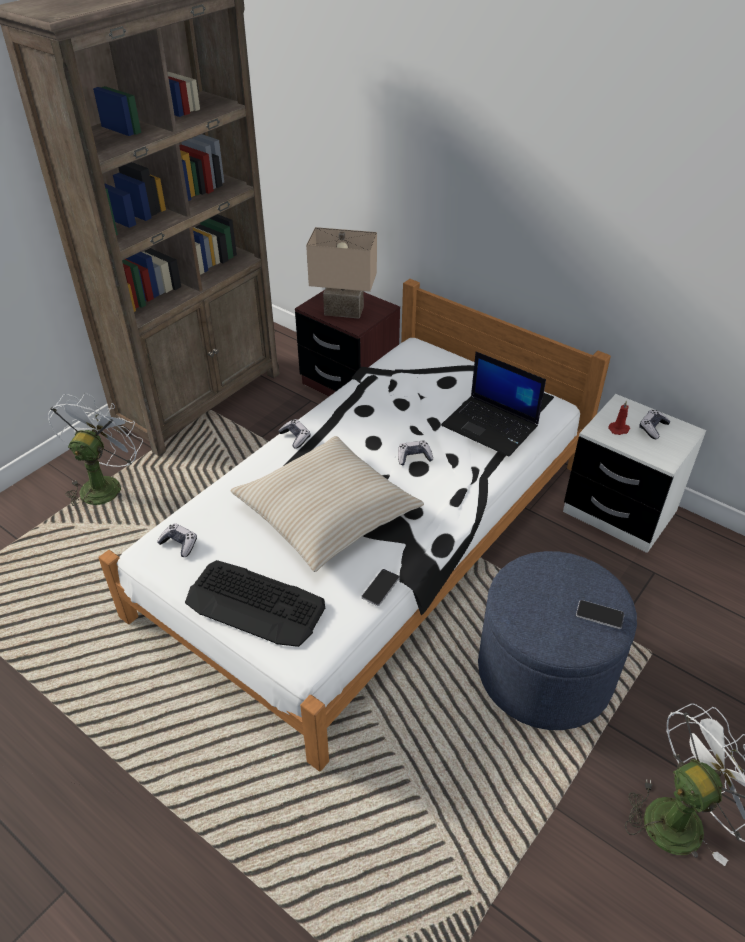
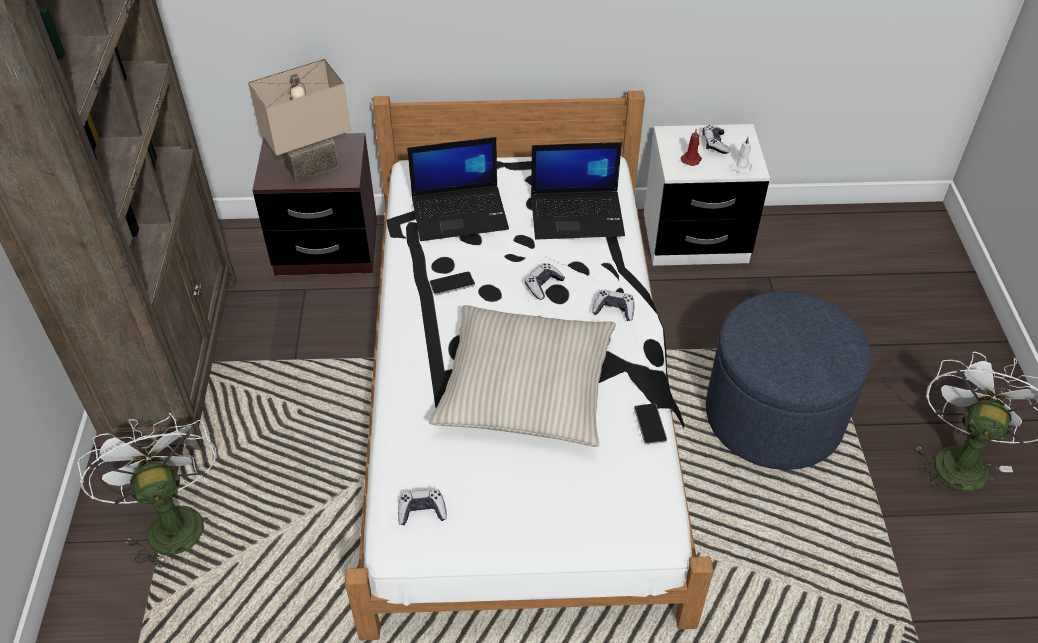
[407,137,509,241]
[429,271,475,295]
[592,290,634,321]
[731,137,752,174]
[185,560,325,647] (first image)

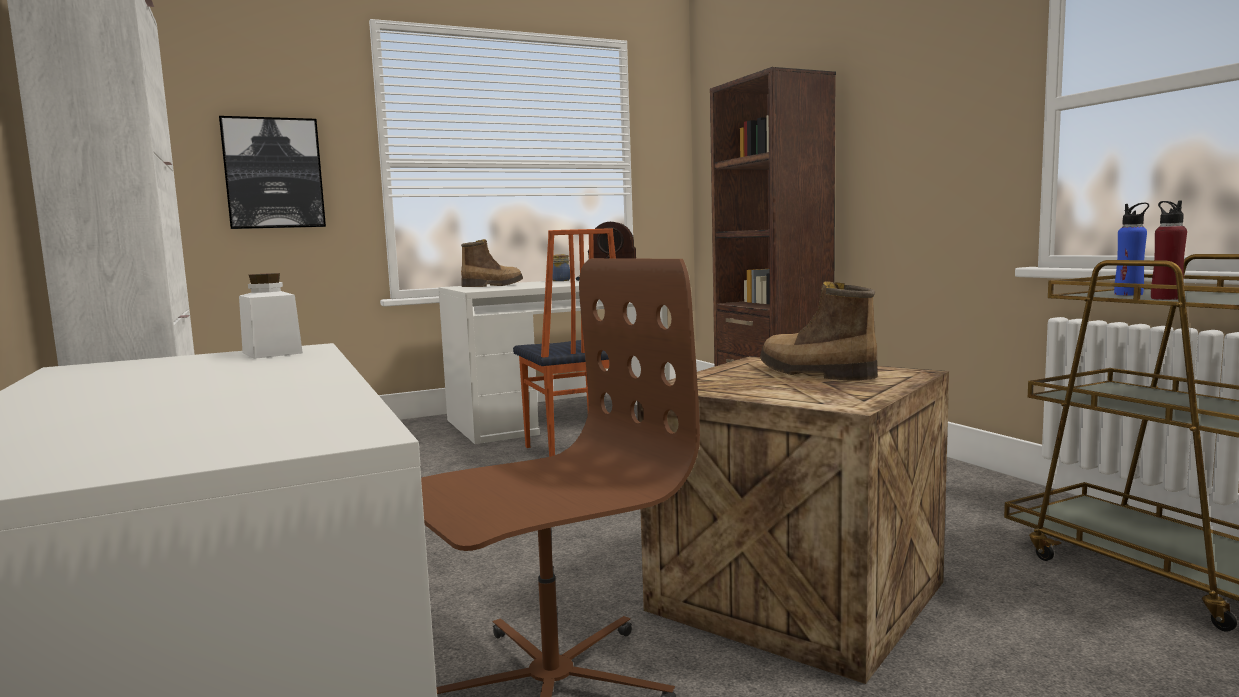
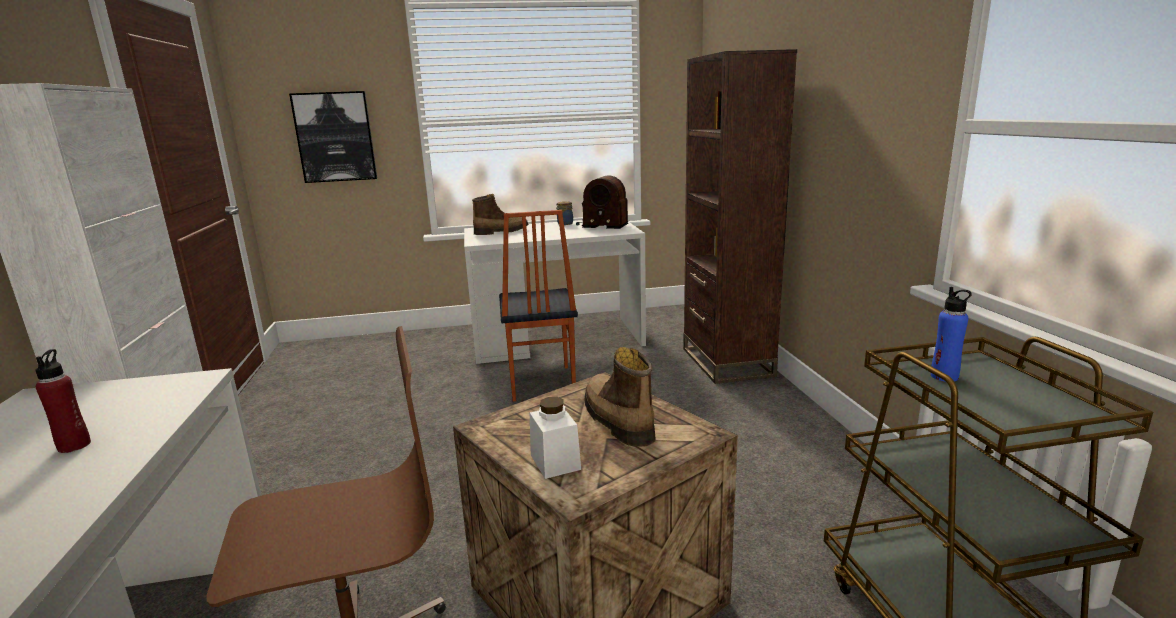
[35,349,91,453]
[530,397,581,479]

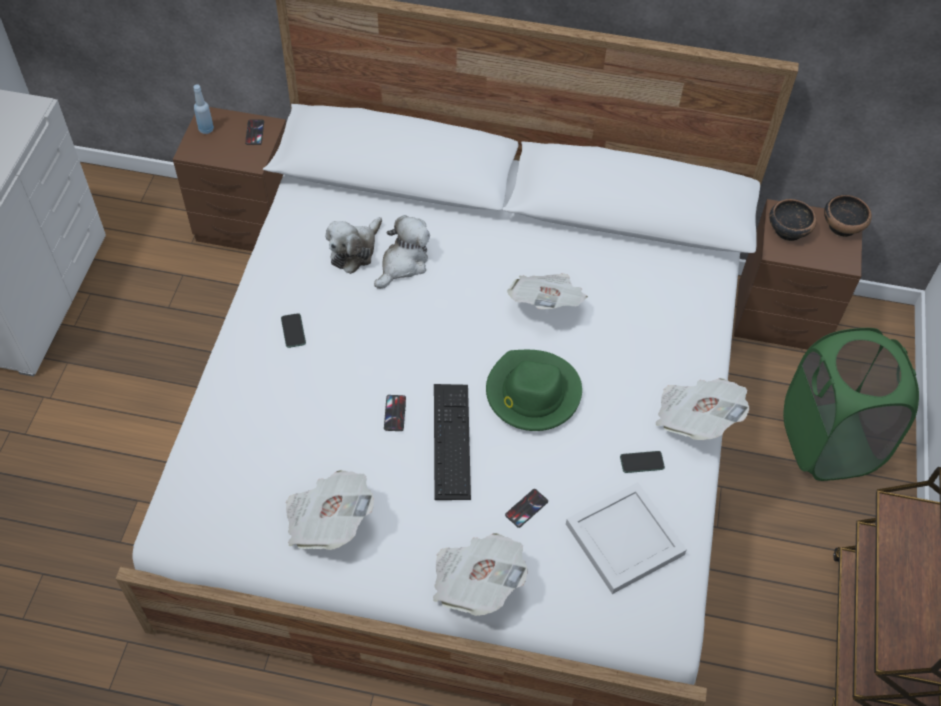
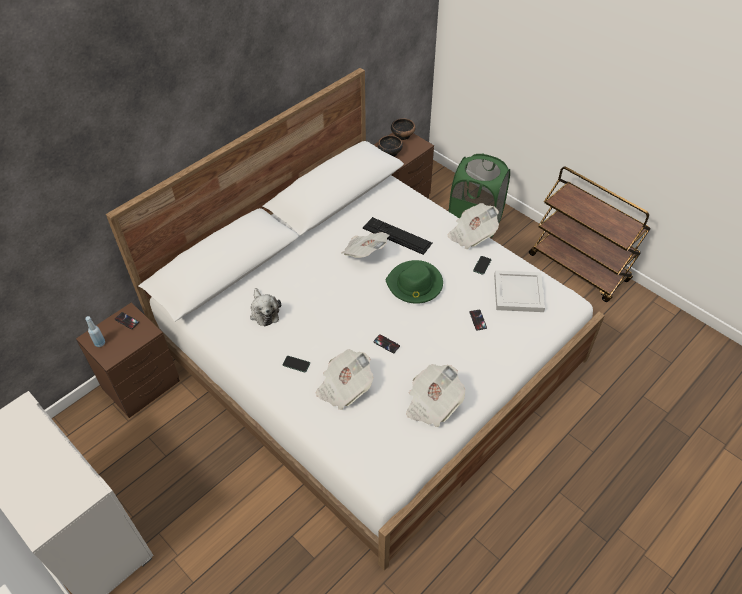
[316,349,373,410]
[363,217,432,255]
[374,215,430,289] (first image)

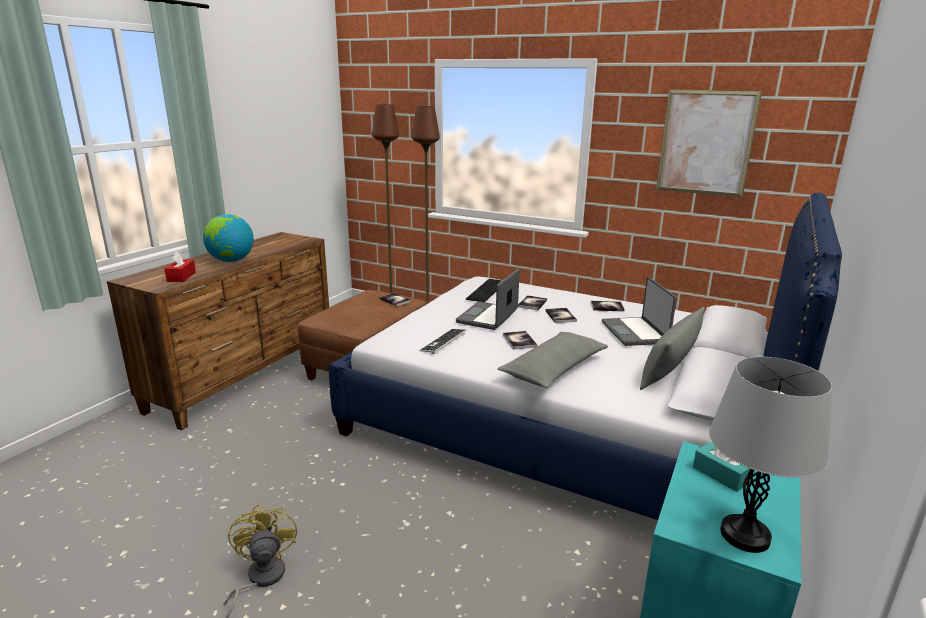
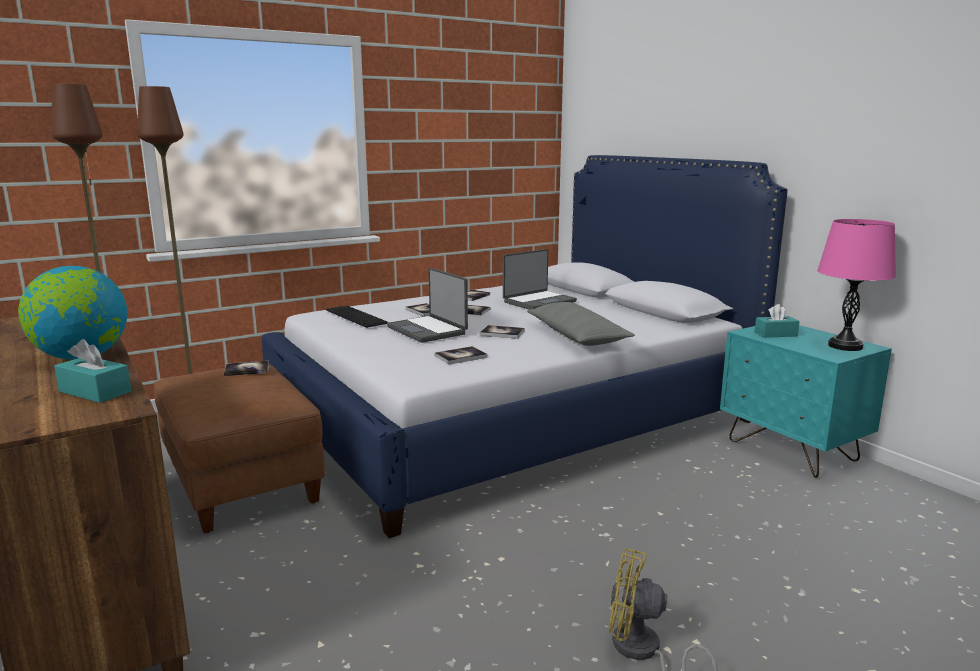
[54,339,131,403]
[435,346,487,365]
[503,249,577,310]
[817,219,896,351]
[640,307,705,390] (first image)
[656,89,762,197] (first image)

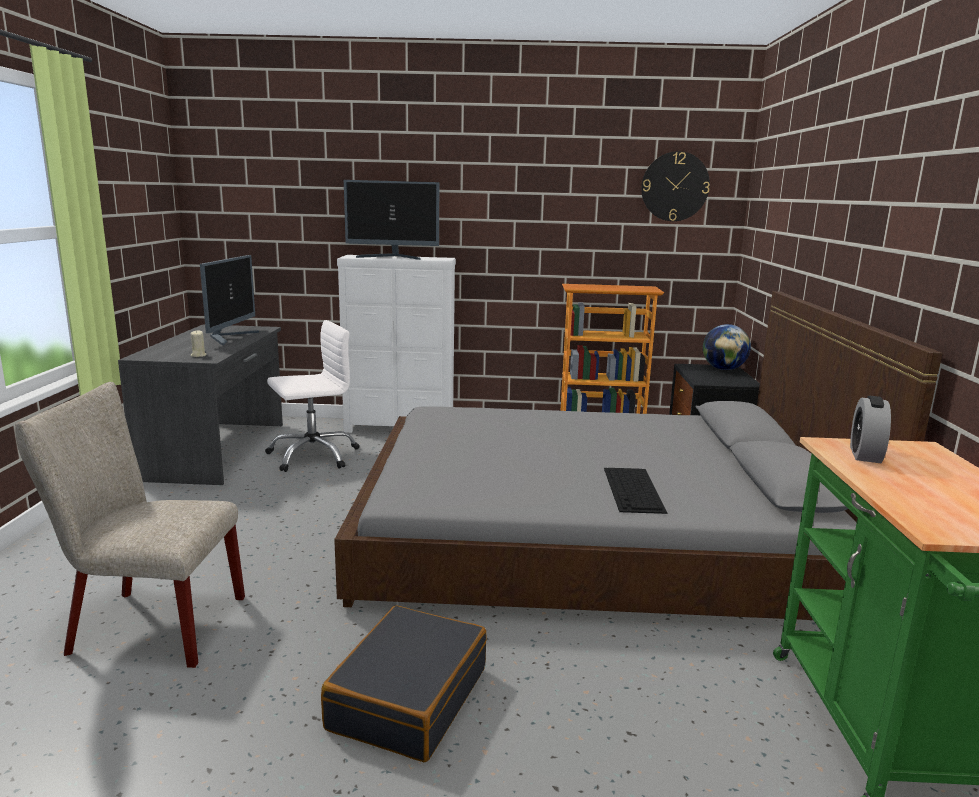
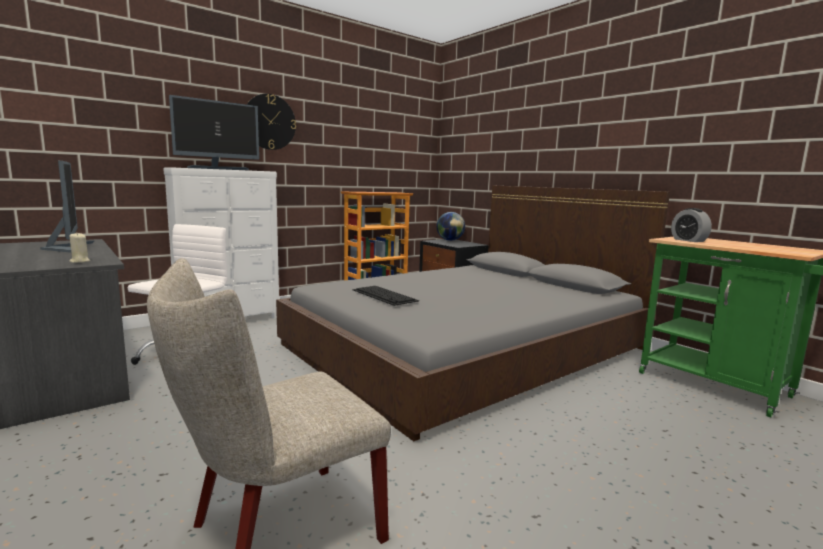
[247,94,296,150]
[352,286,419,306]
[321,605,487,762] (first image)

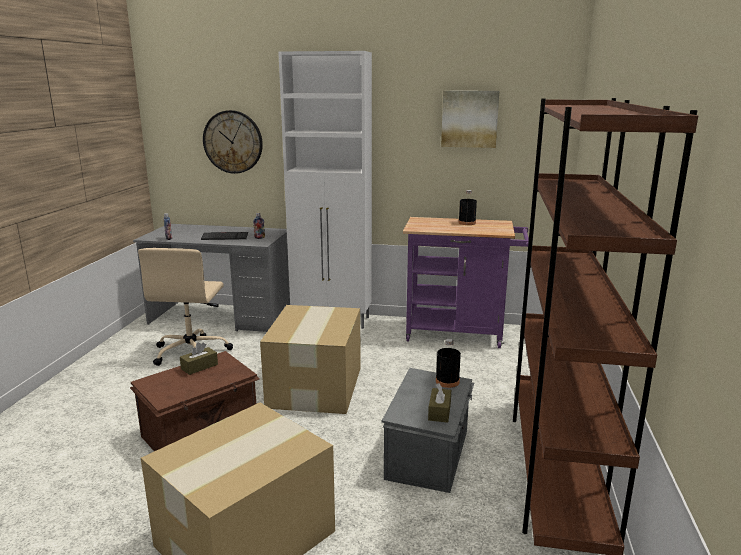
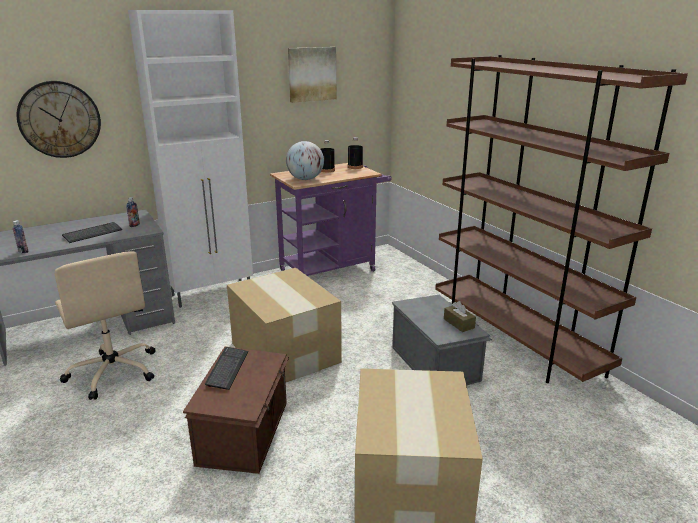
[205,347,248,390]
[286,141,324,180]
[348,137,363,169]

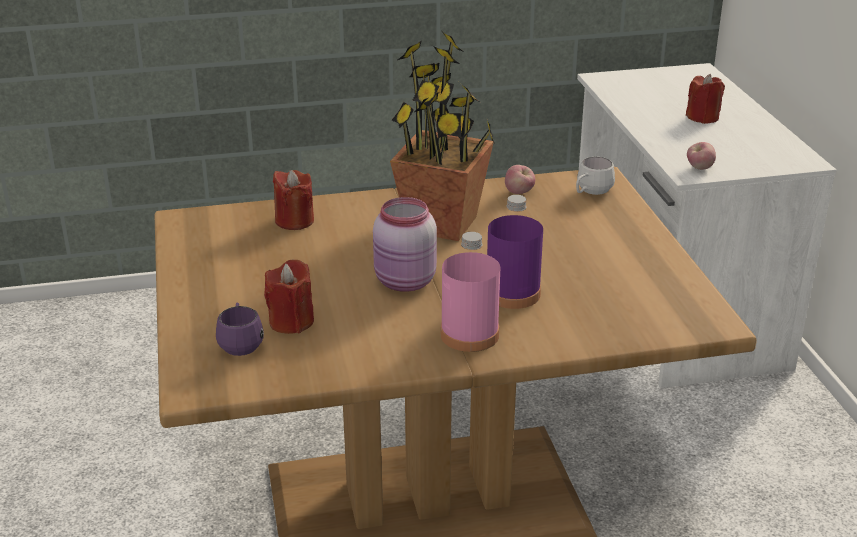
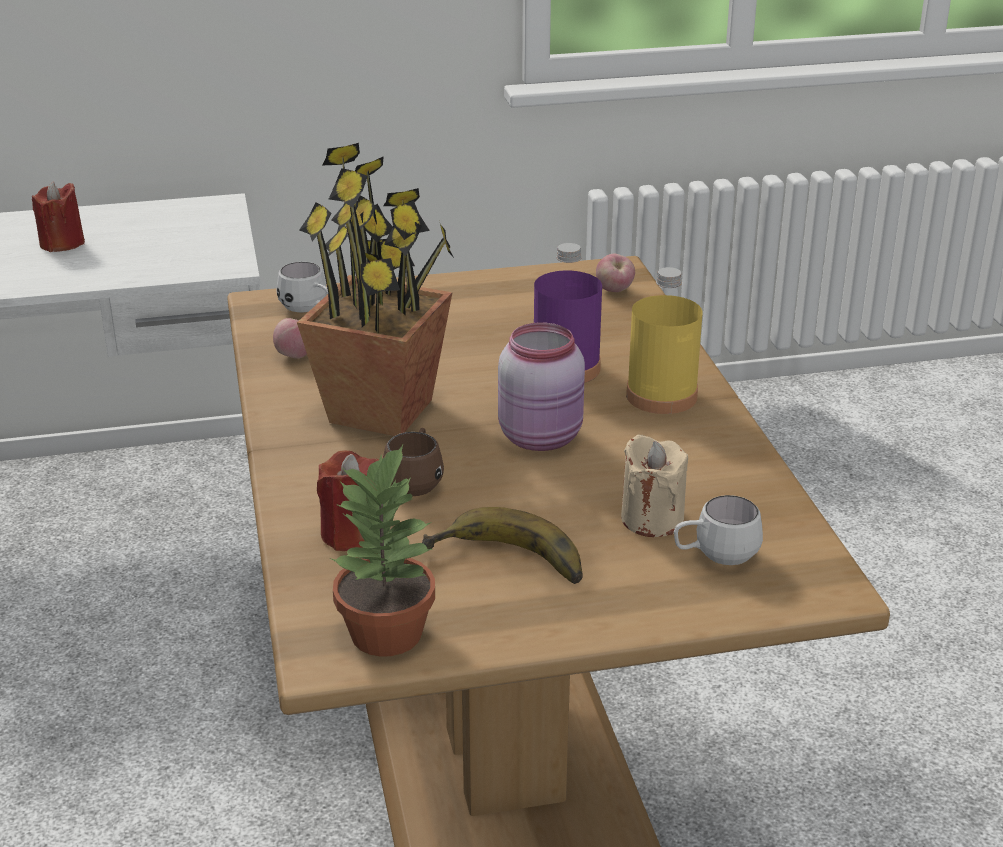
[330,445,435,657]
[383,428,444,496]
[422,507,583,584]
[596,254,635,292]
[621,434,688,537]
[626,267,703,414]
[674,495,763,565]

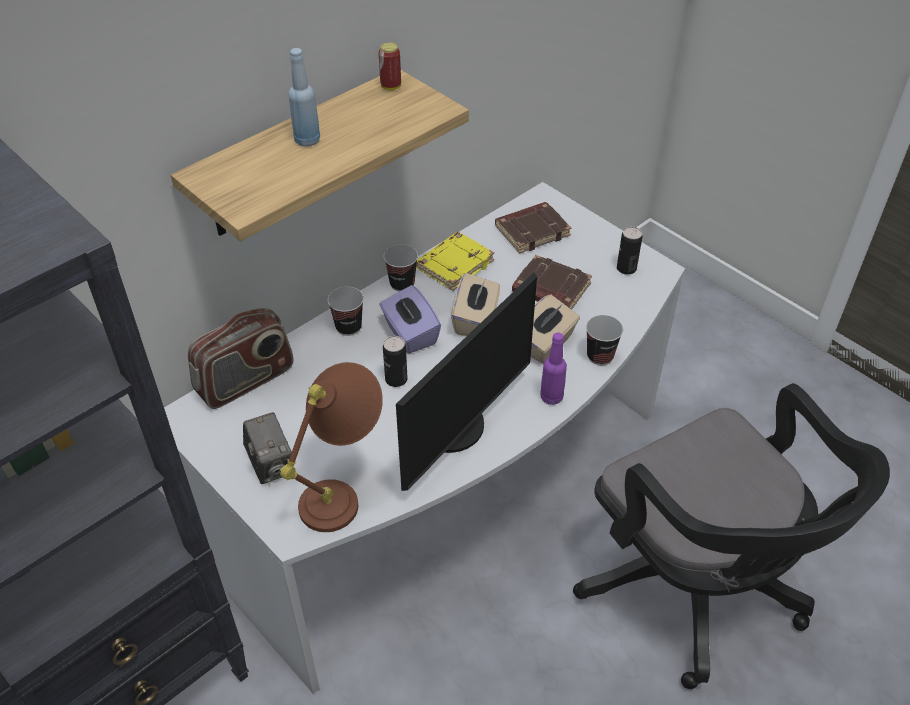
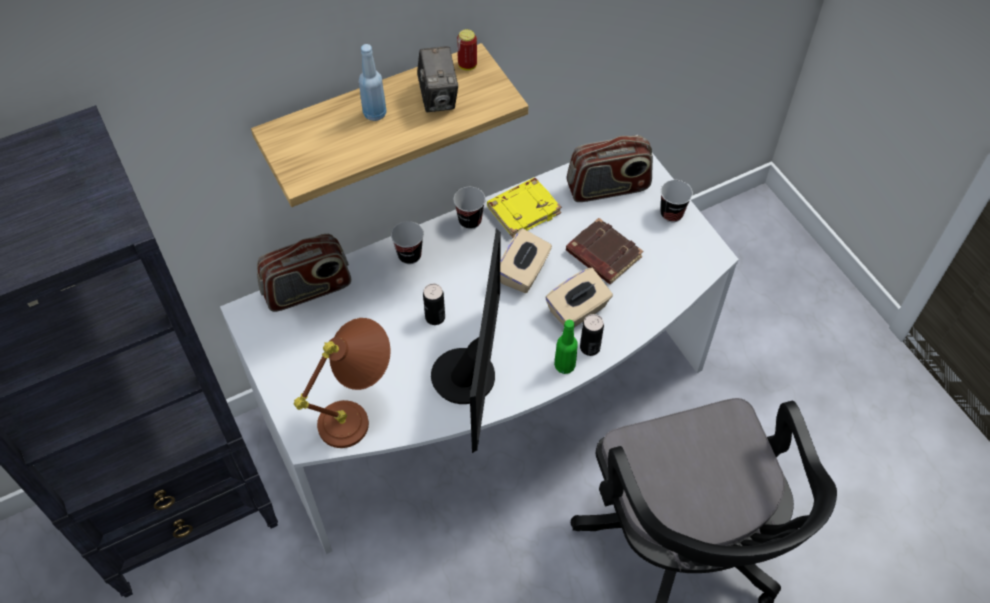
[417,46,458,112]
[431,229,501,453]
[554,320,578,374]
[567,135,653,202]
[580,314,604,356]
[661,180,693,222]
[380,285,441,354] (first image)

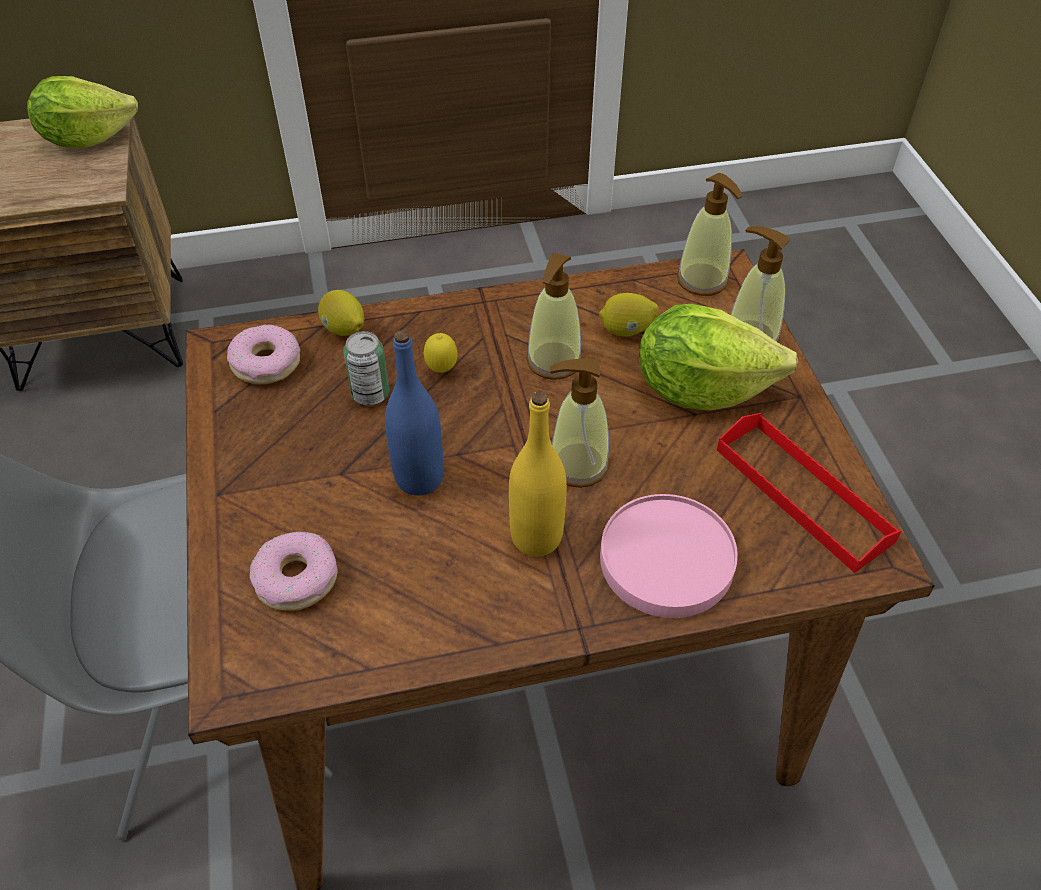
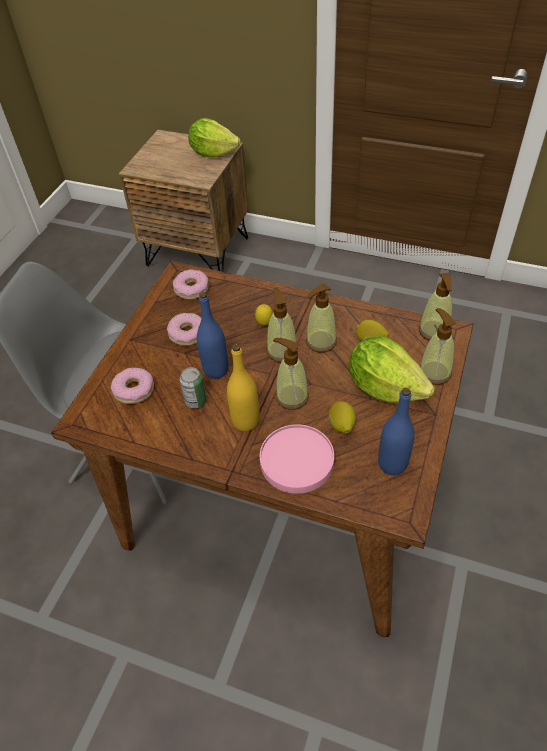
[167,313,201,346]
[179,367,207,408]
[266,288,298,362]
[329,401,356,434]
[378,388,415,475]

